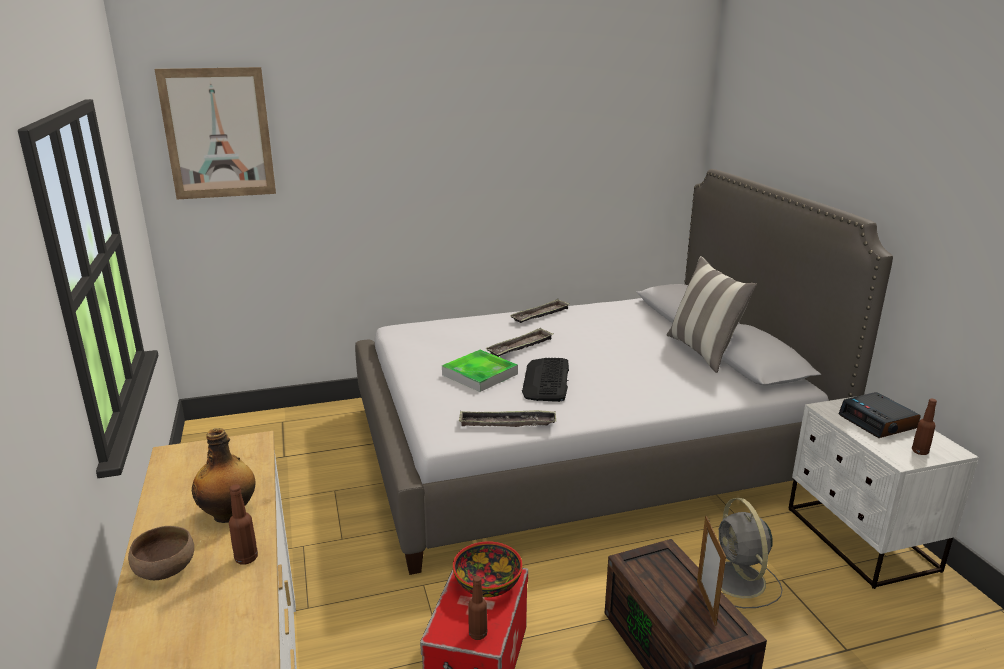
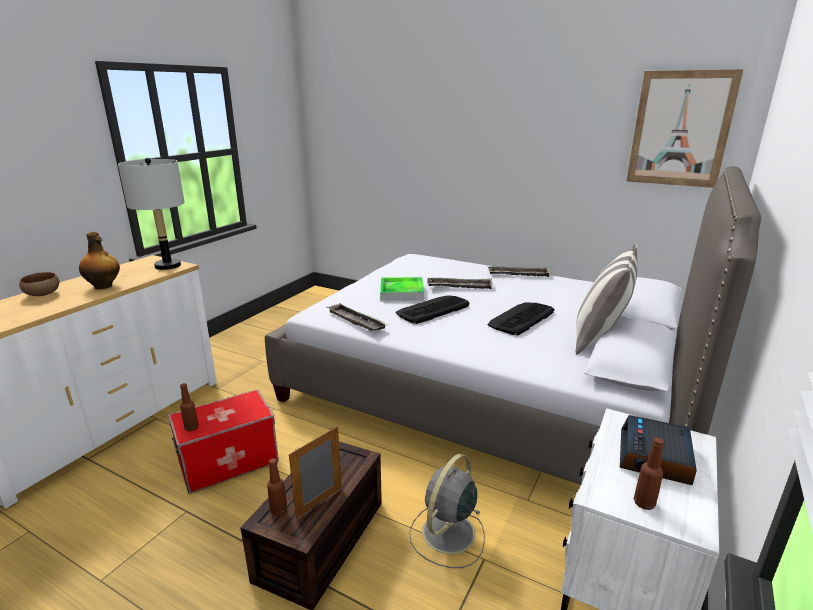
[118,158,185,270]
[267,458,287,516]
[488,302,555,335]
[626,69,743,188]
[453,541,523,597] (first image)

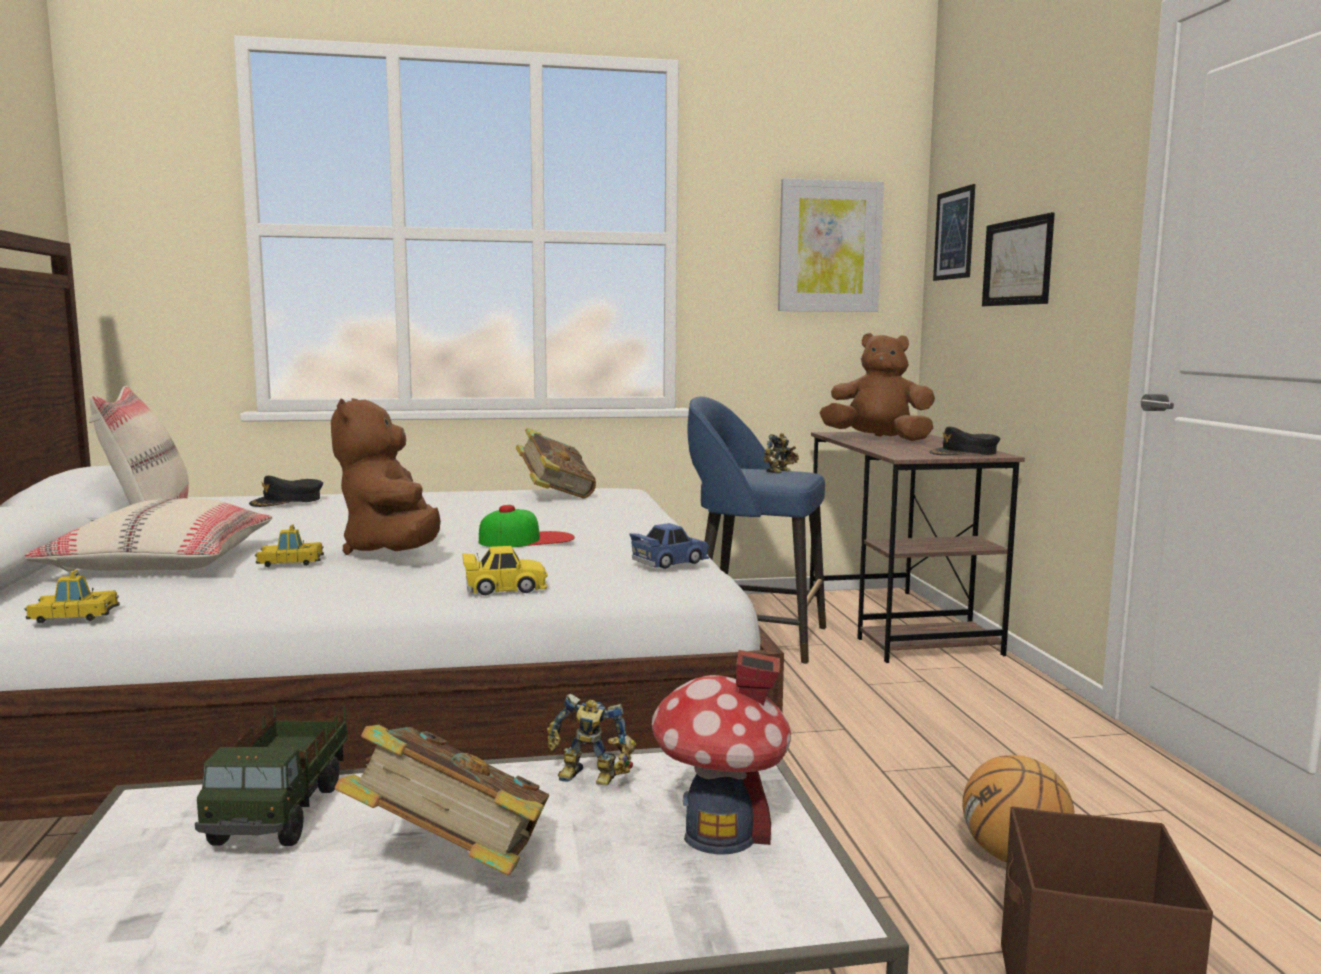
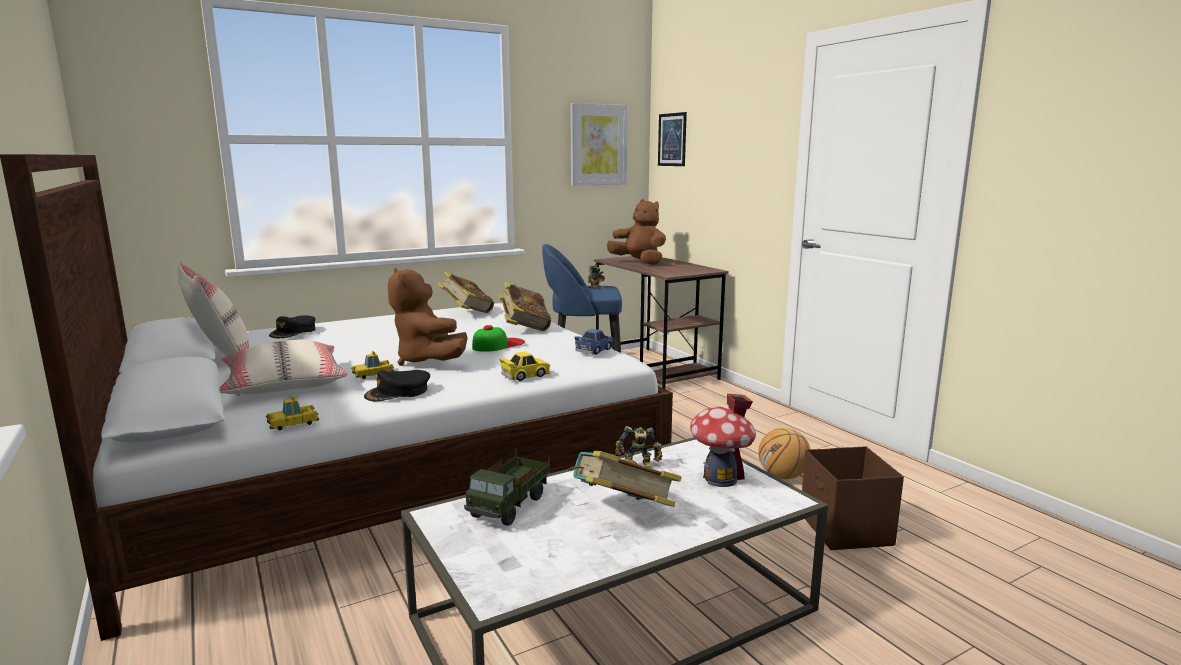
[364,370,430,401]
[464,448,550,526]
[498,281,551,331]
[607,199,666,265]
[982,212,1055,306] (first image)

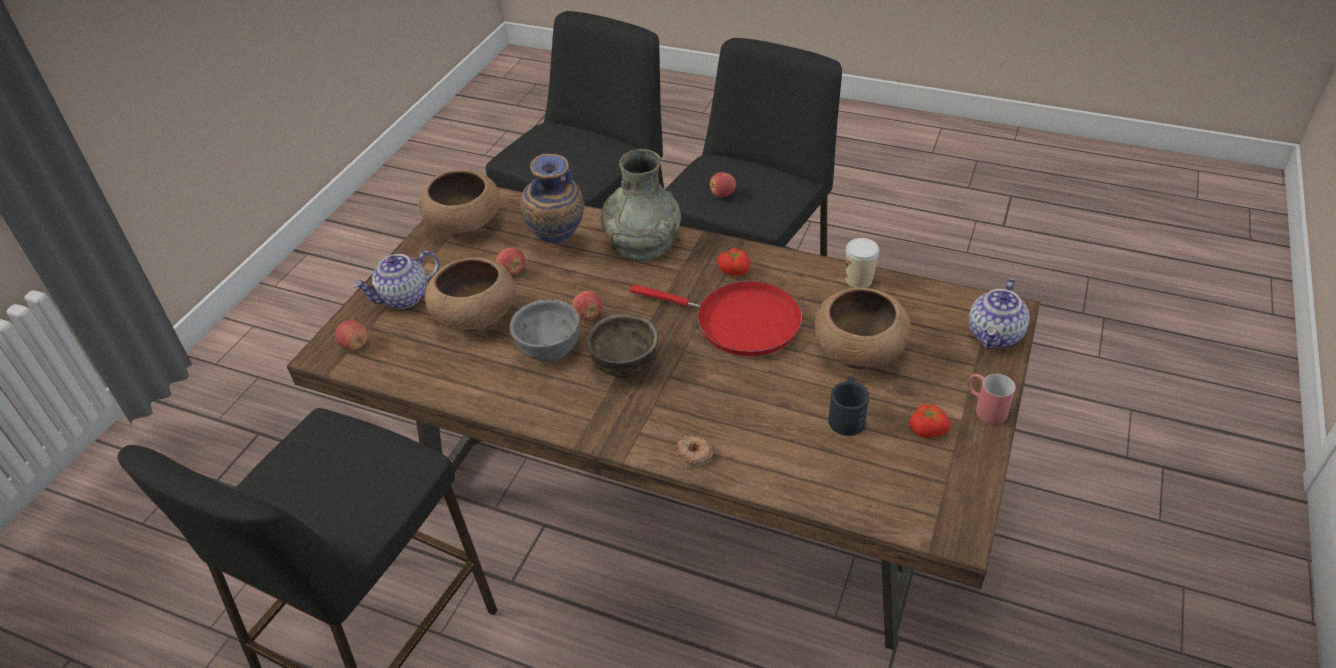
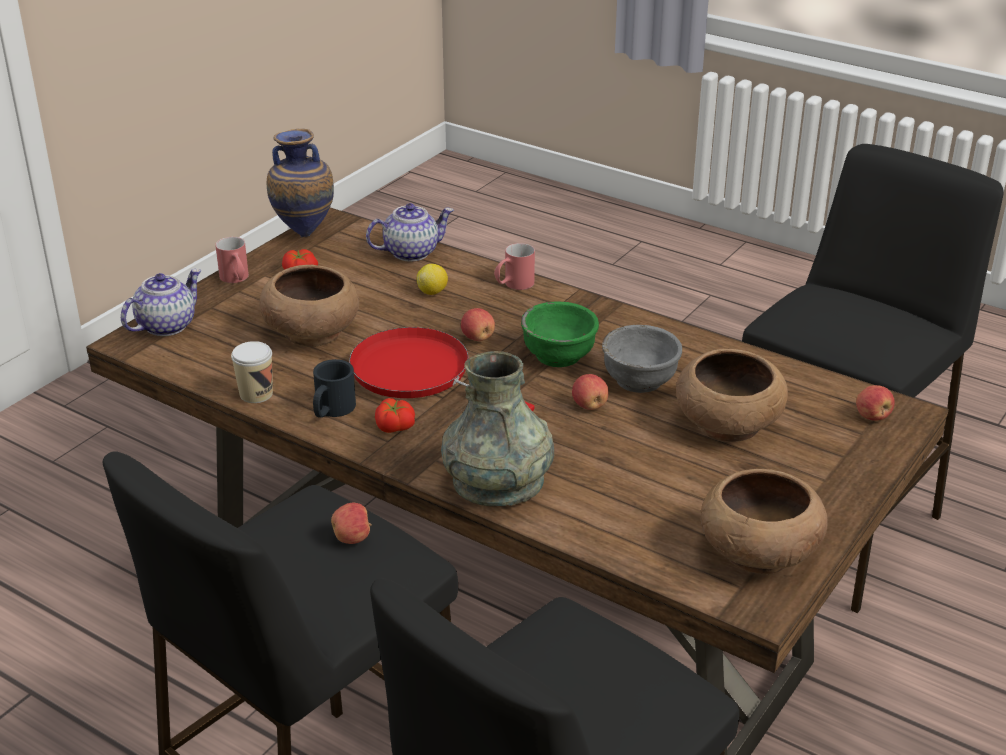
[266,129,334,237]
[313,359,356,418]
[366,203,454,261]
[417,264,448,295]
[461,308,495,341]
[494,243,535,290]
[521,301,599,367]

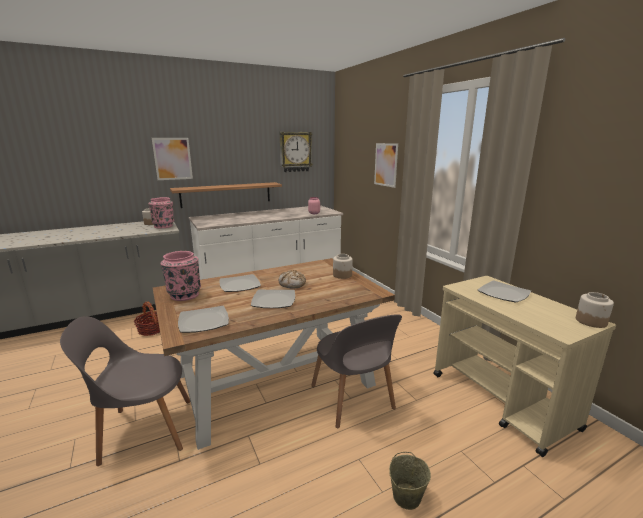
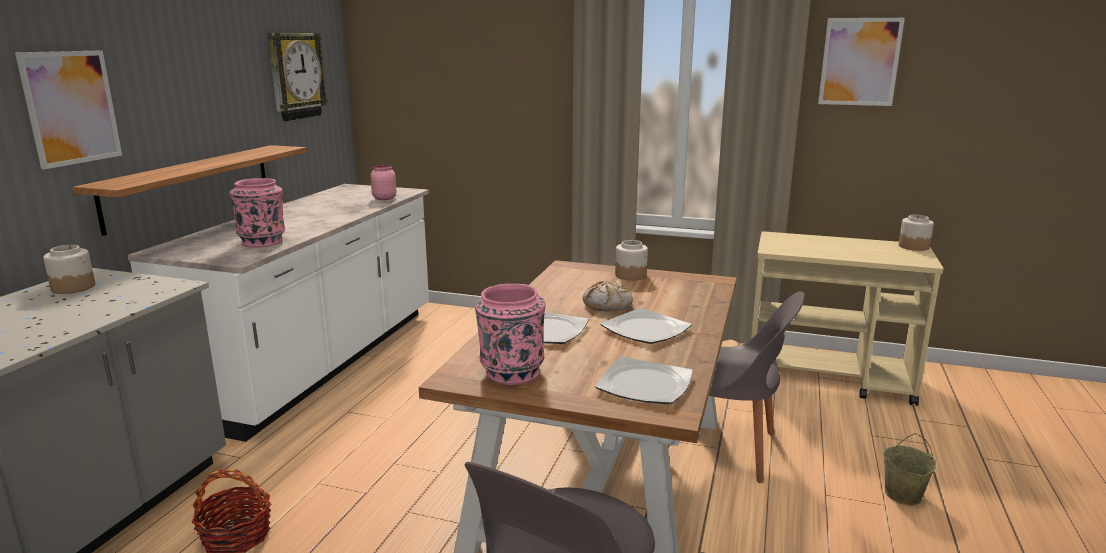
[230,178,285,247]
[818,18,905,106]
[478,280,531,302] (first image)

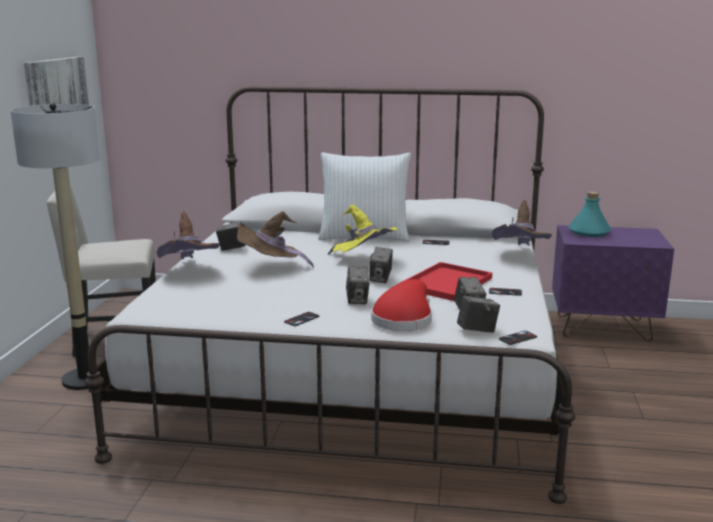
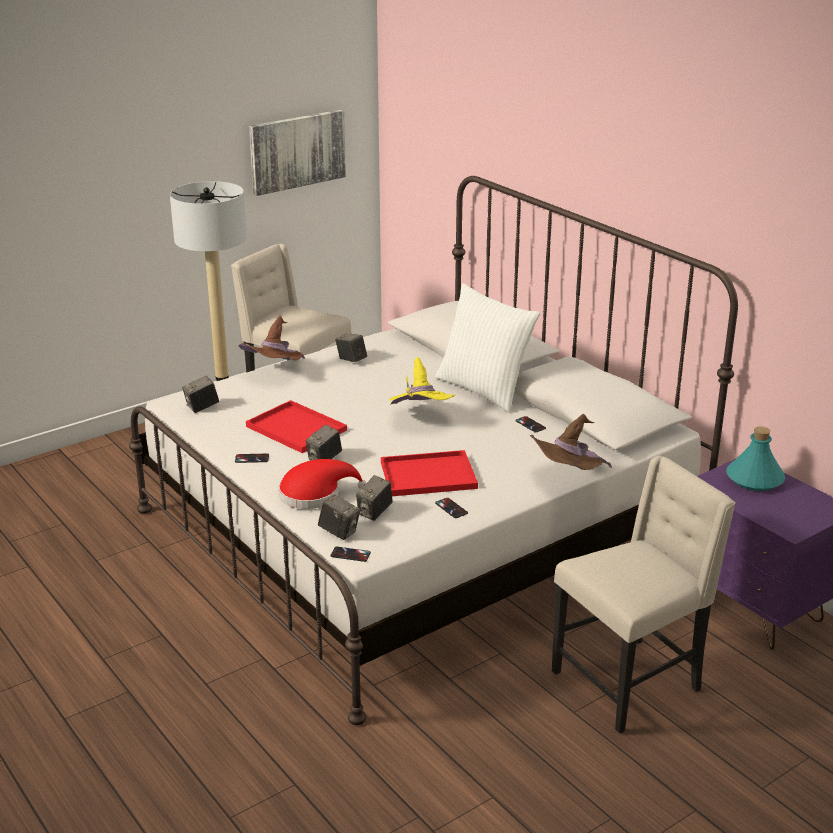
[182,376,219,413]
[246,400,347,453]
[552,456,736,734]
[237,211,314,268] (first image)

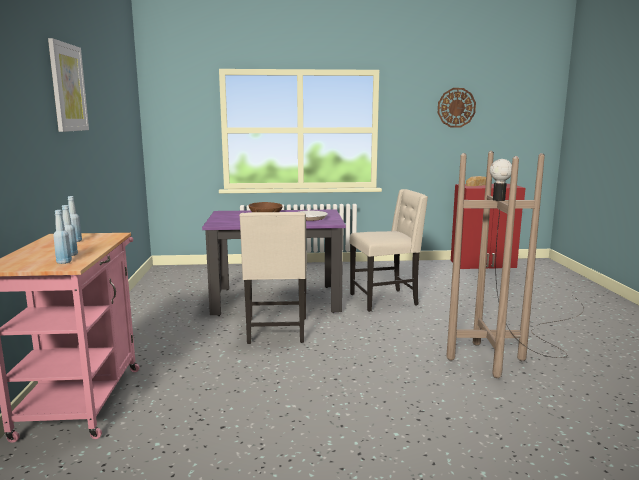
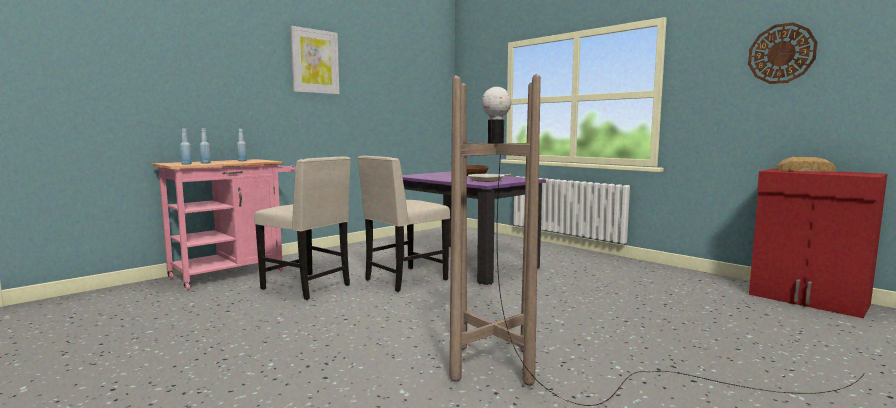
[254,156,351,300]

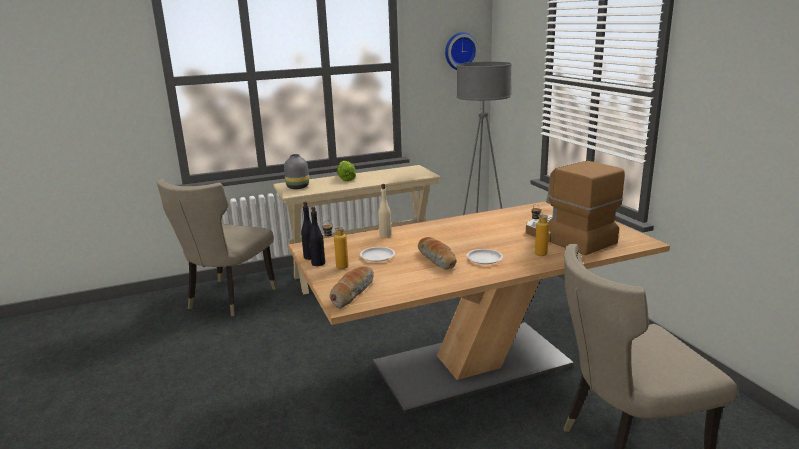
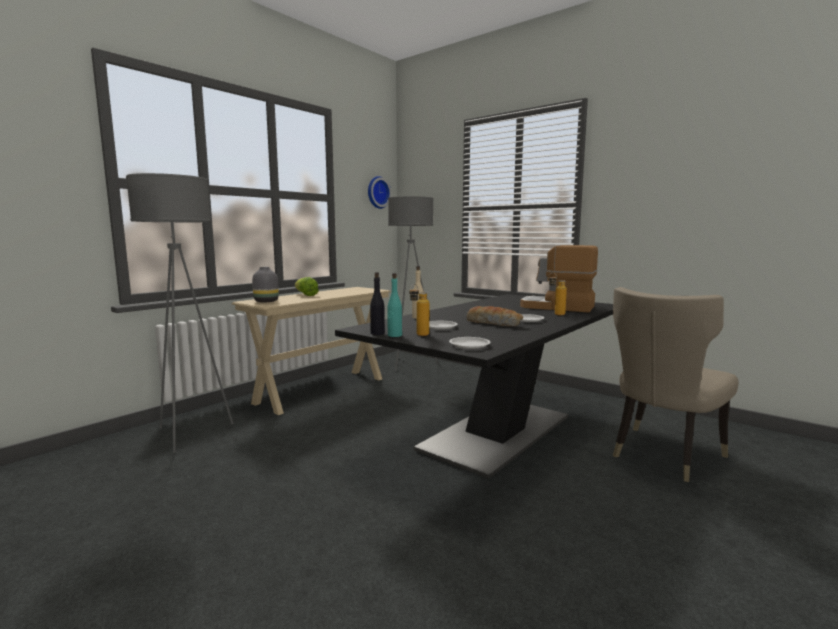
[126,173,233,453]
[335,294,613,479]
[387,273,402,337]
[449,337,491,349]

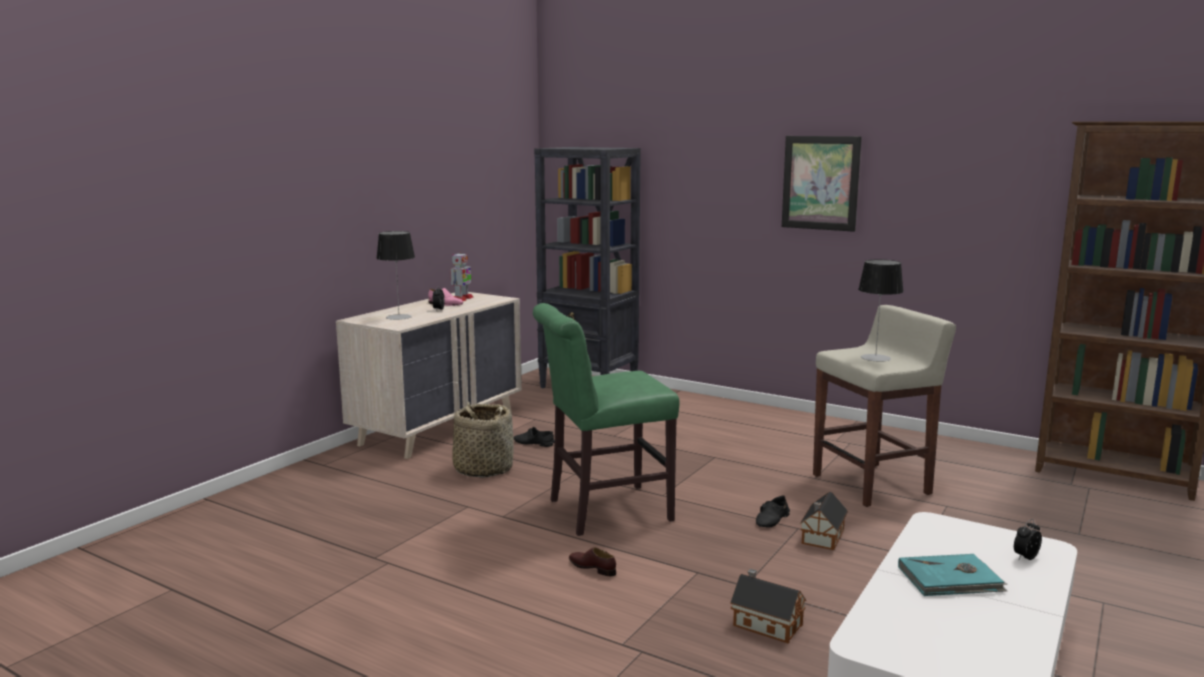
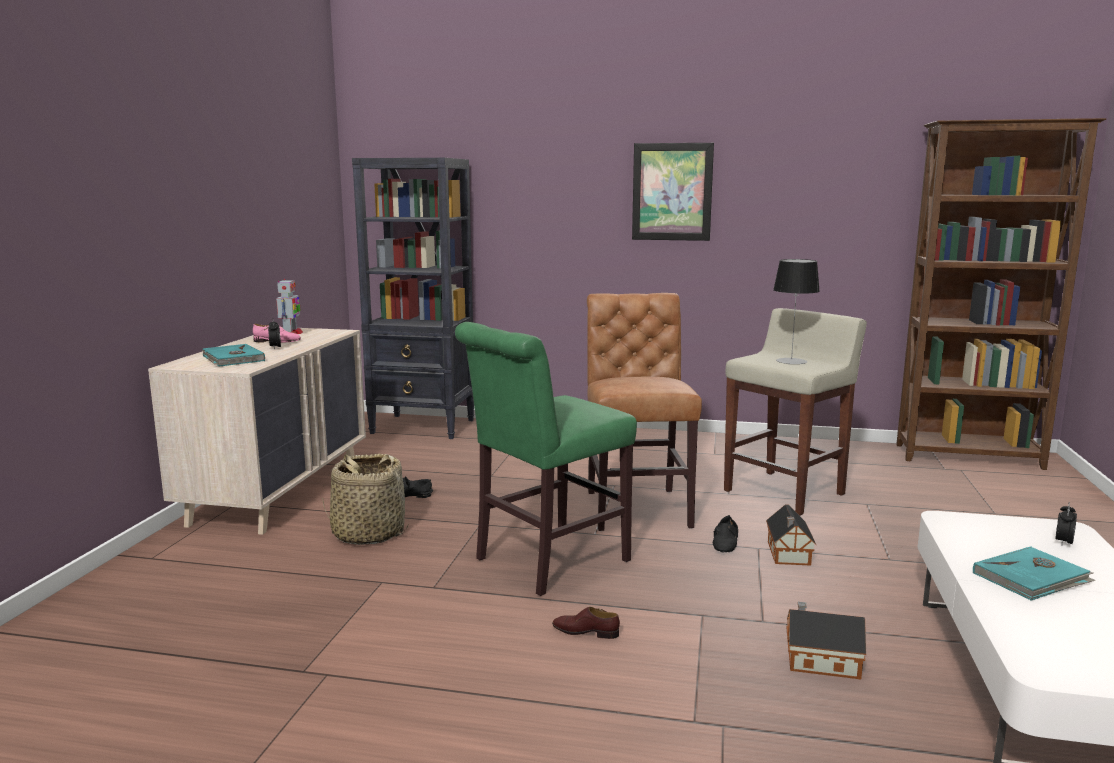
[202,344,265,367]
[587,293,702,531]

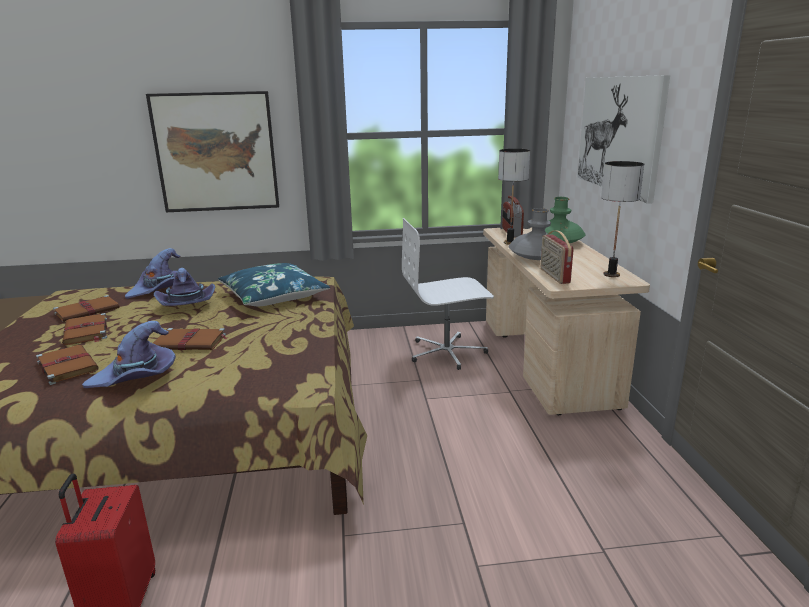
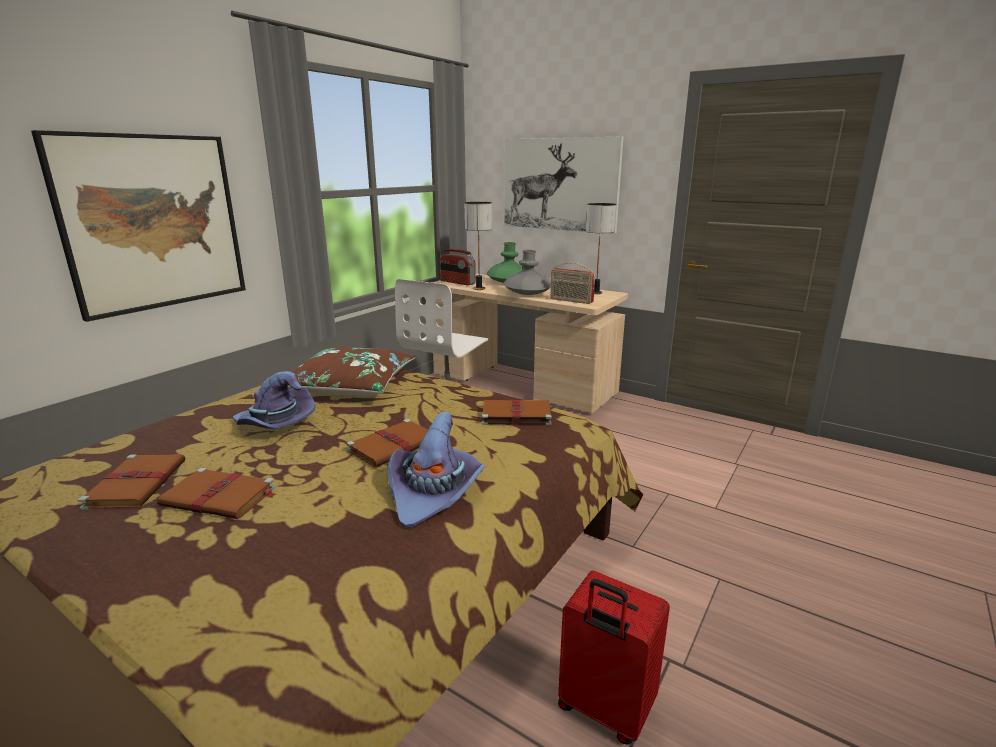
[287,347,416,396]
[477,400,552,425]
[125,248,180,299] (first image)

